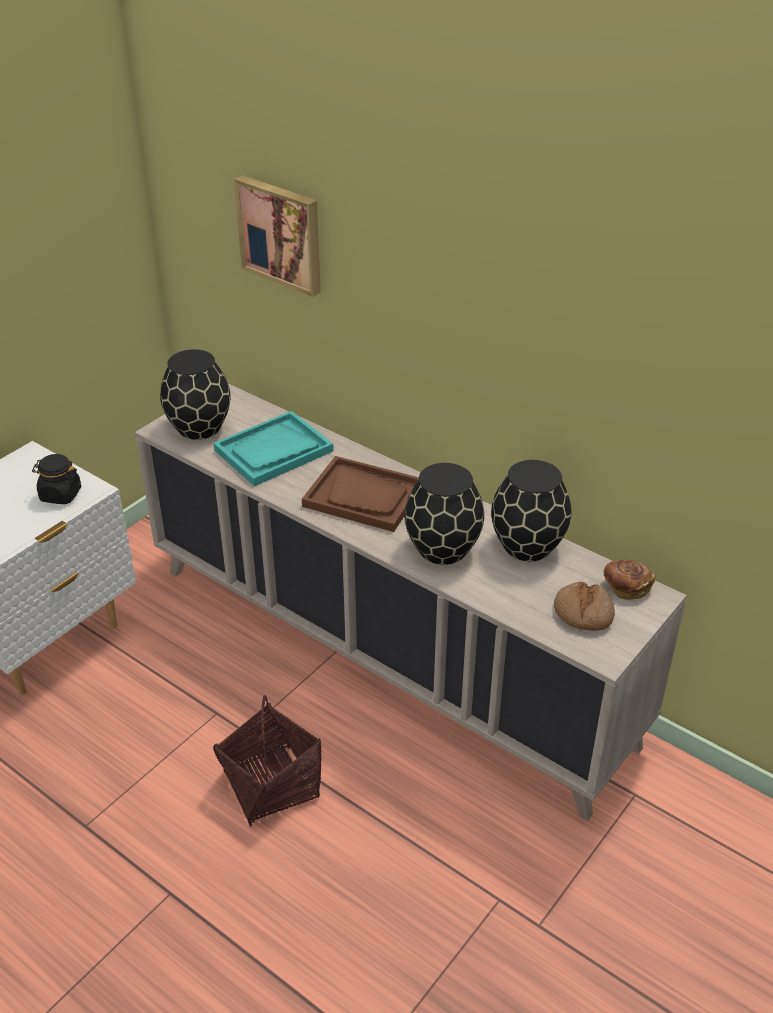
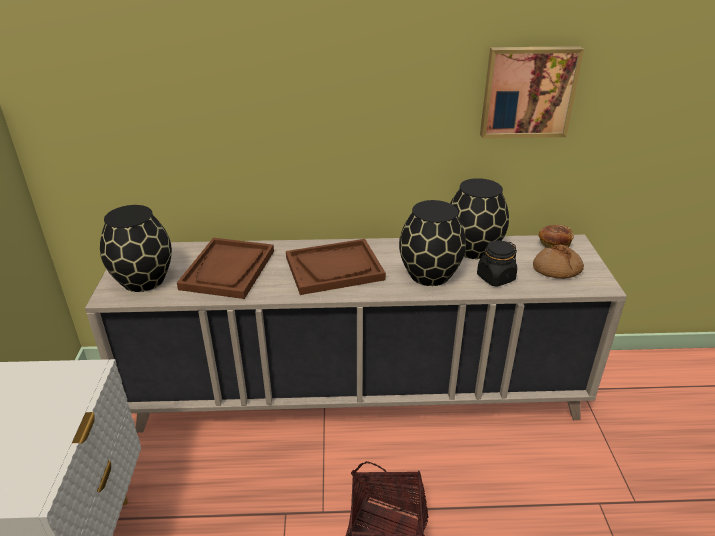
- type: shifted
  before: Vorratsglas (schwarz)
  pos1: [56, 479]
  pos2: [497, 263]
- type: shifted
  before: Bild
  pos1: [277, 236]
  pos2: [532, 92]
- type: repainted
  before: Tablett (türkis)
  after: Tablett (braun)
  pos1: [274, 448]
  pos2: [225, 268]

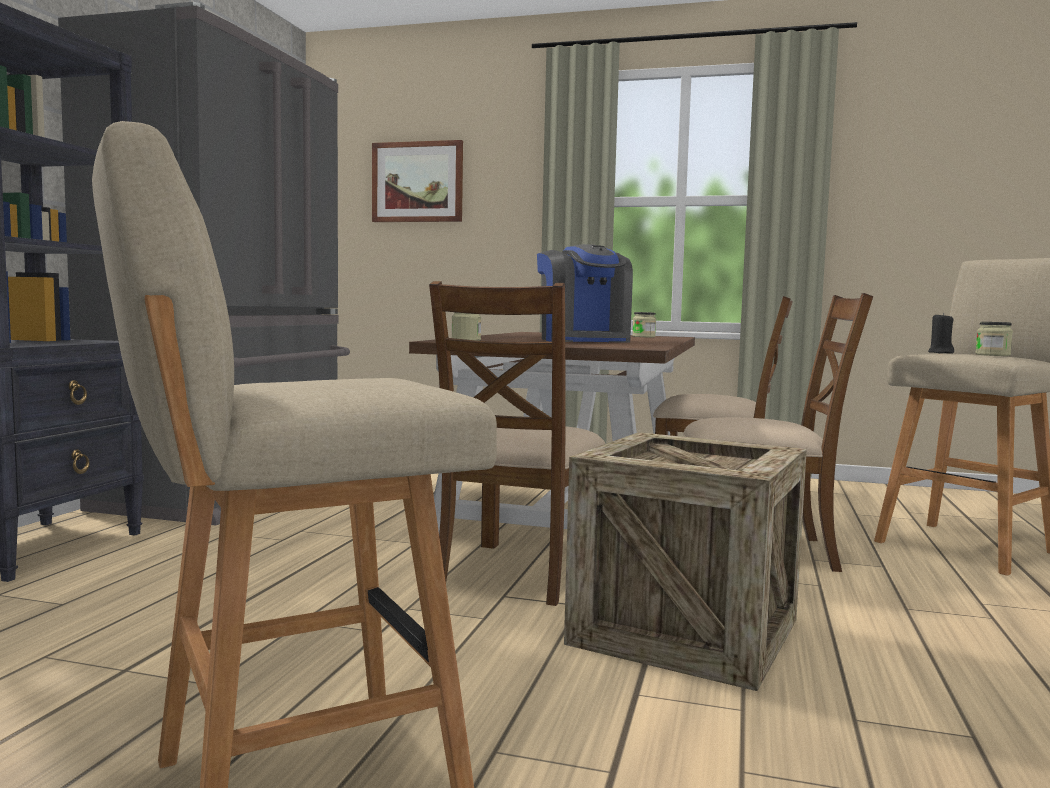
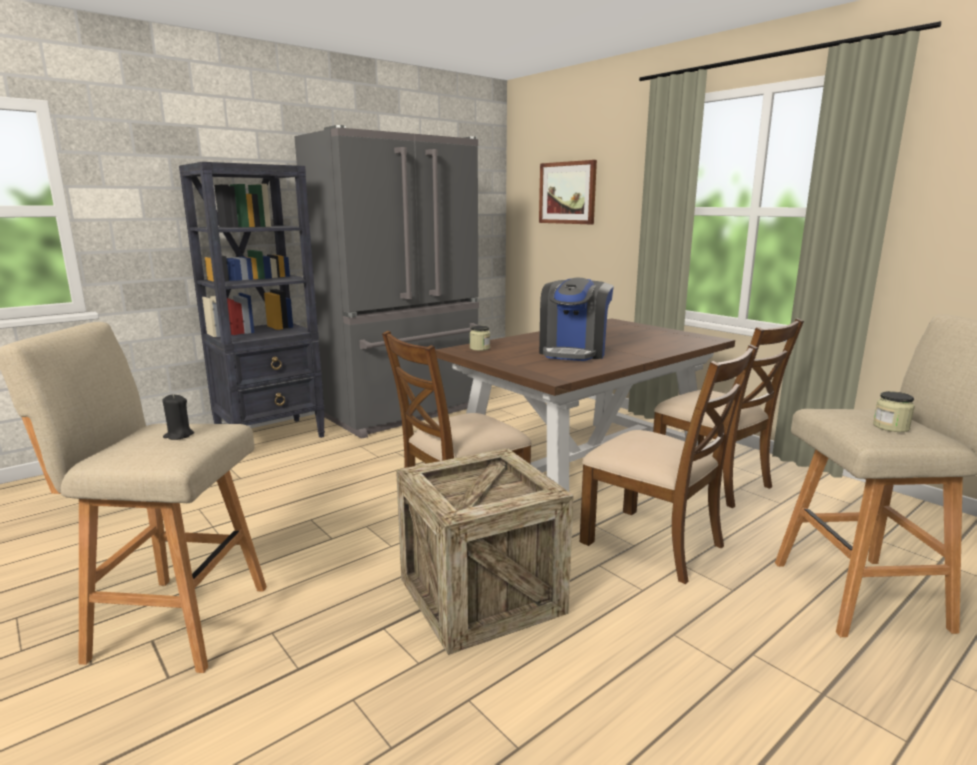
- type: gone
  before: Vorratsglas
  pos1: [644, 324]
- type: shifted
  before: Kerze (schwarz)
  pos1: [941, 333]
  pos2: [178, 417]

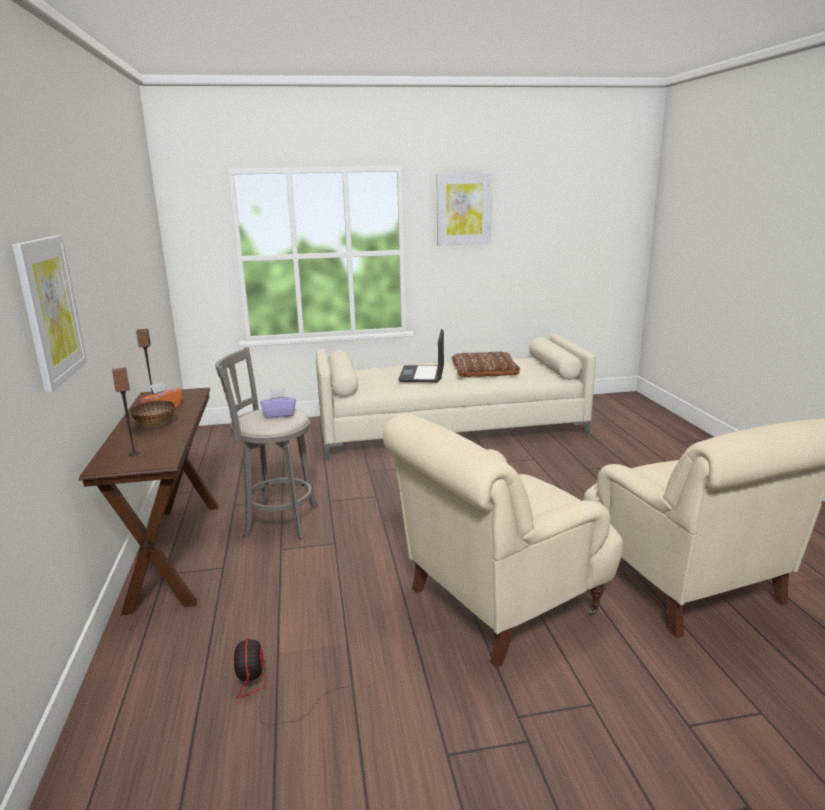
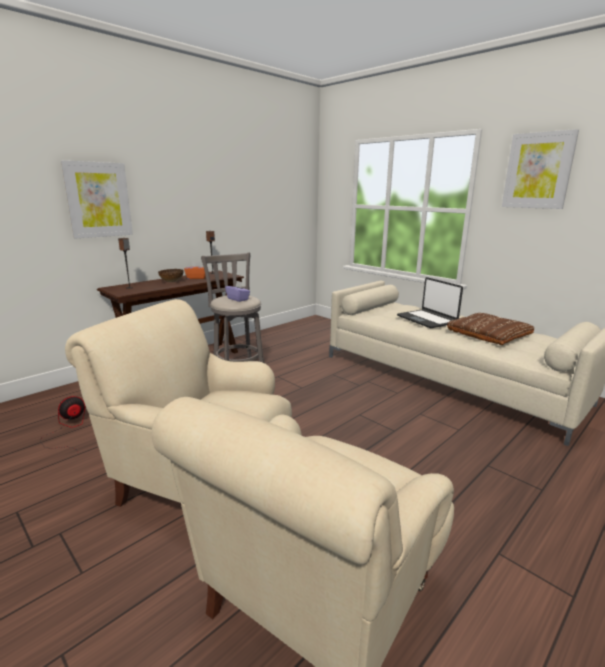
- type: rotated
  before: Laptop
  pos1: [421, 355]
  pos2: [430, 302]
  turn: -90

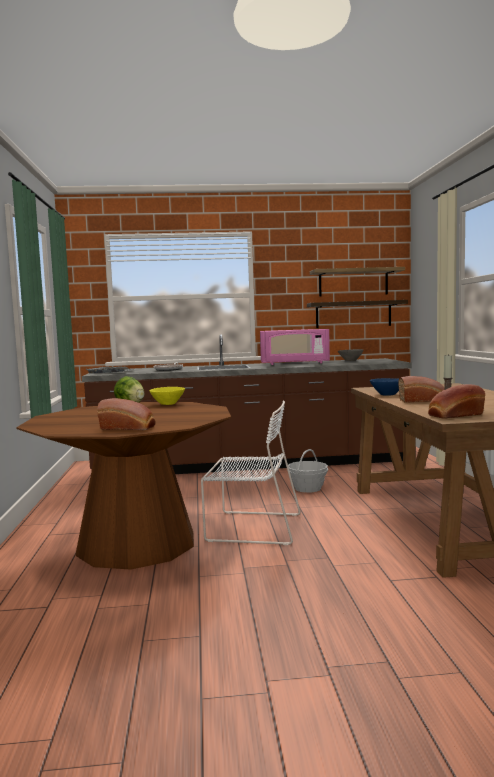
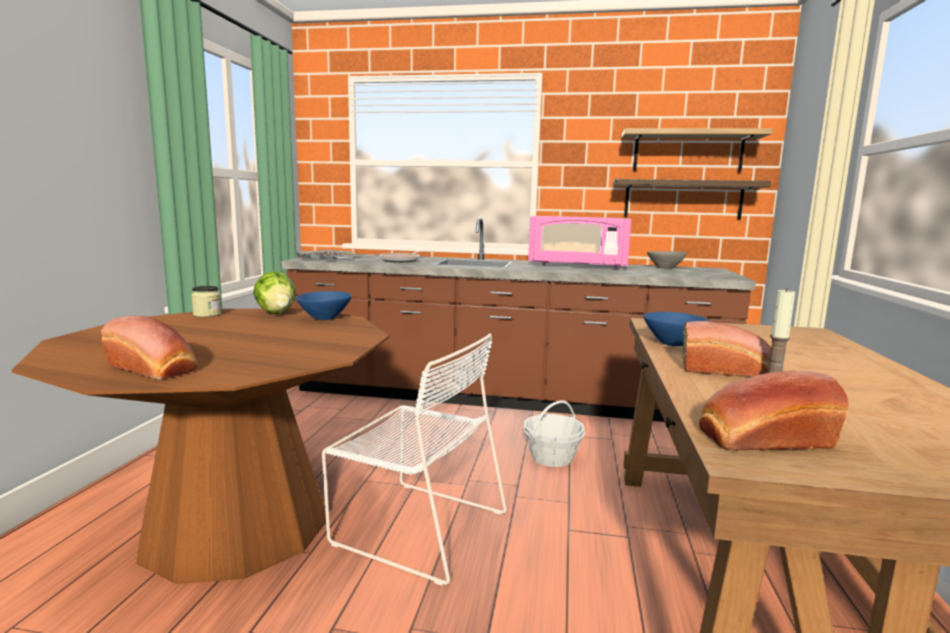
- type: new
  after: Vorratsglas
  pos2: [206, 301]
- type: repainted
  before: Schüssel (gelb)
  after: Schüssel (blau)
  pos1: [167, 396]
  pos2: [324, 305]

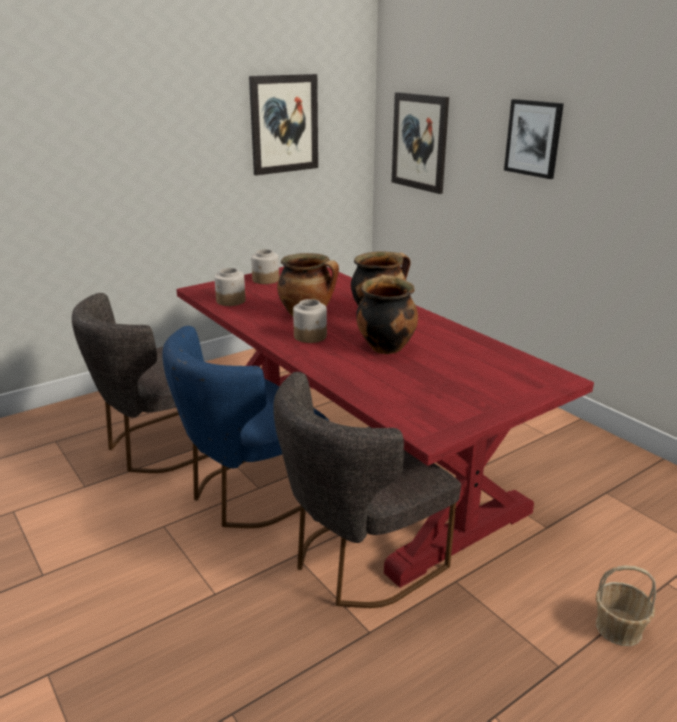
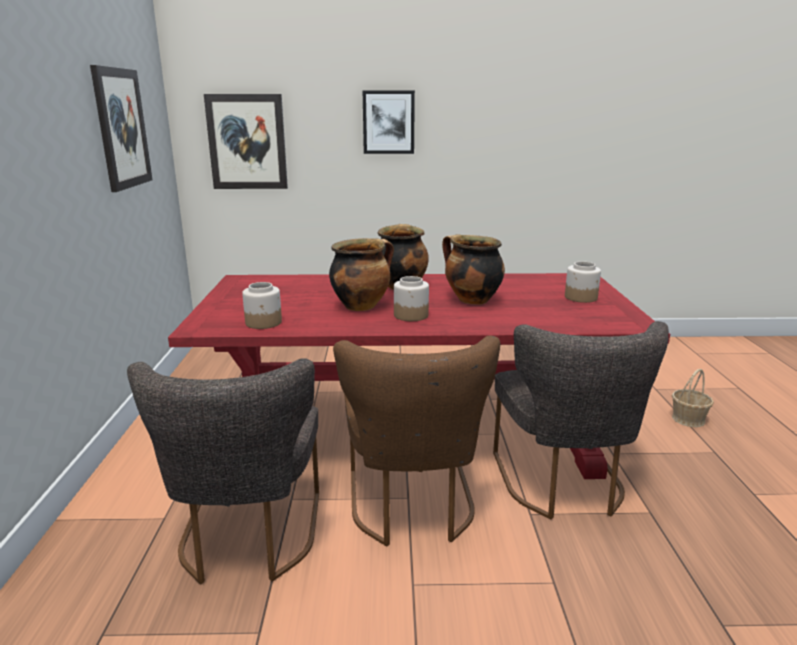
- type: shifted
  before: Vorratsglas
  pos1: [265, 266]
  pos2: [583, 282]
- type: repainted
  before: Stuhl (blau)
  after: Stuhl (braun)
  pos1: [245, 427]
  pos2: [416, 441]

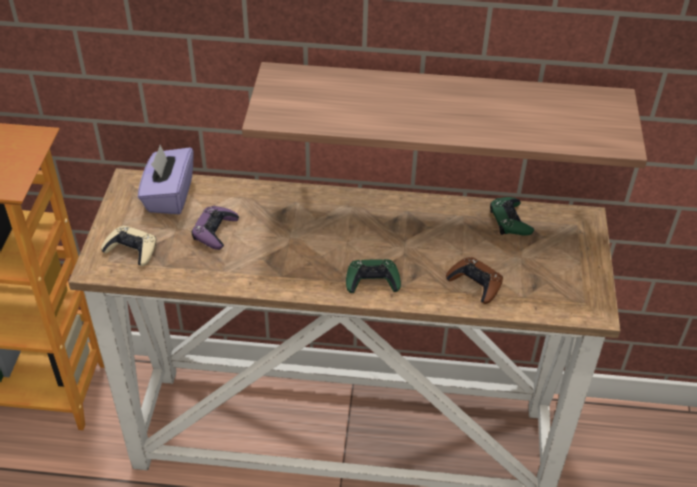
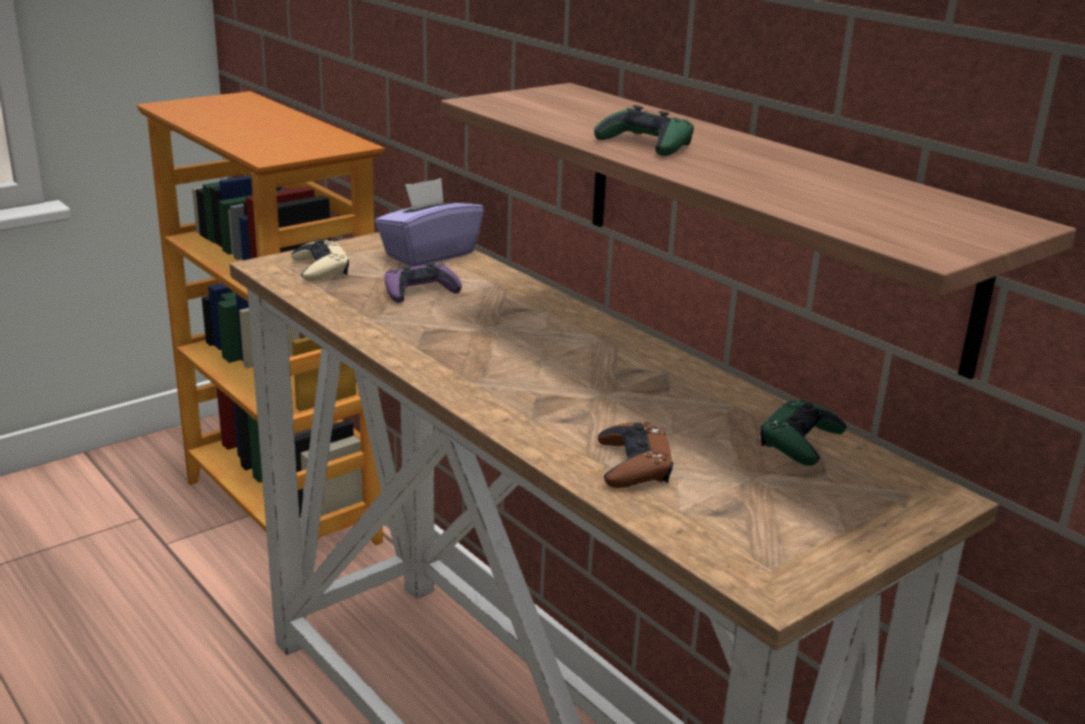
- type: shifted
  before: Gamepad (grün)
  pos1: [373, 276]
  pos2: [644, 130]

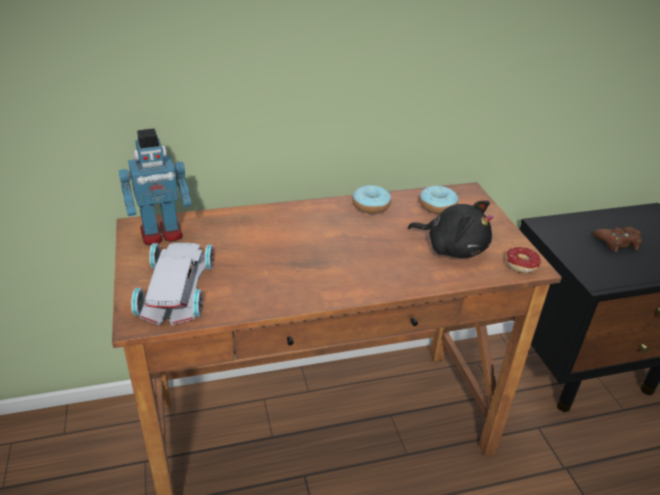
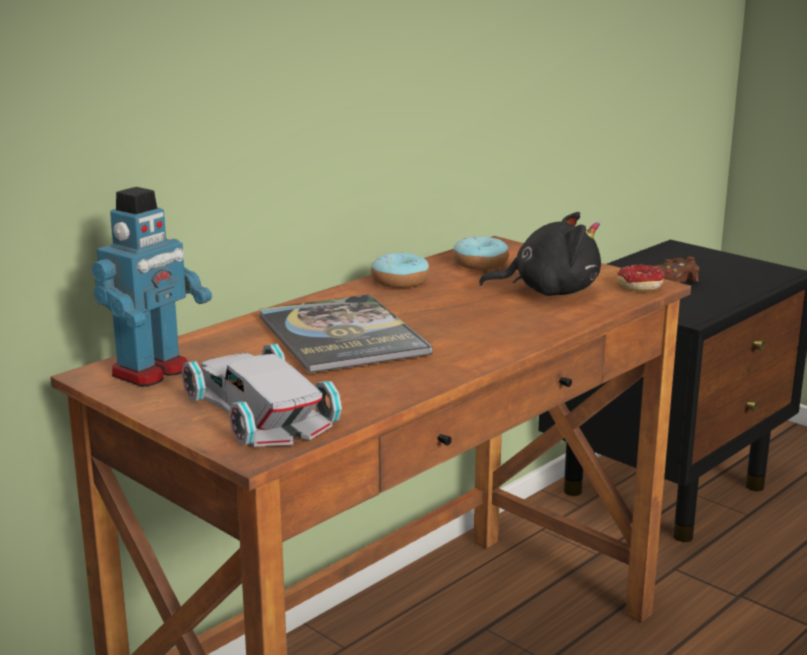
- type: new
  after: Buch
  pos2: [345, 333]

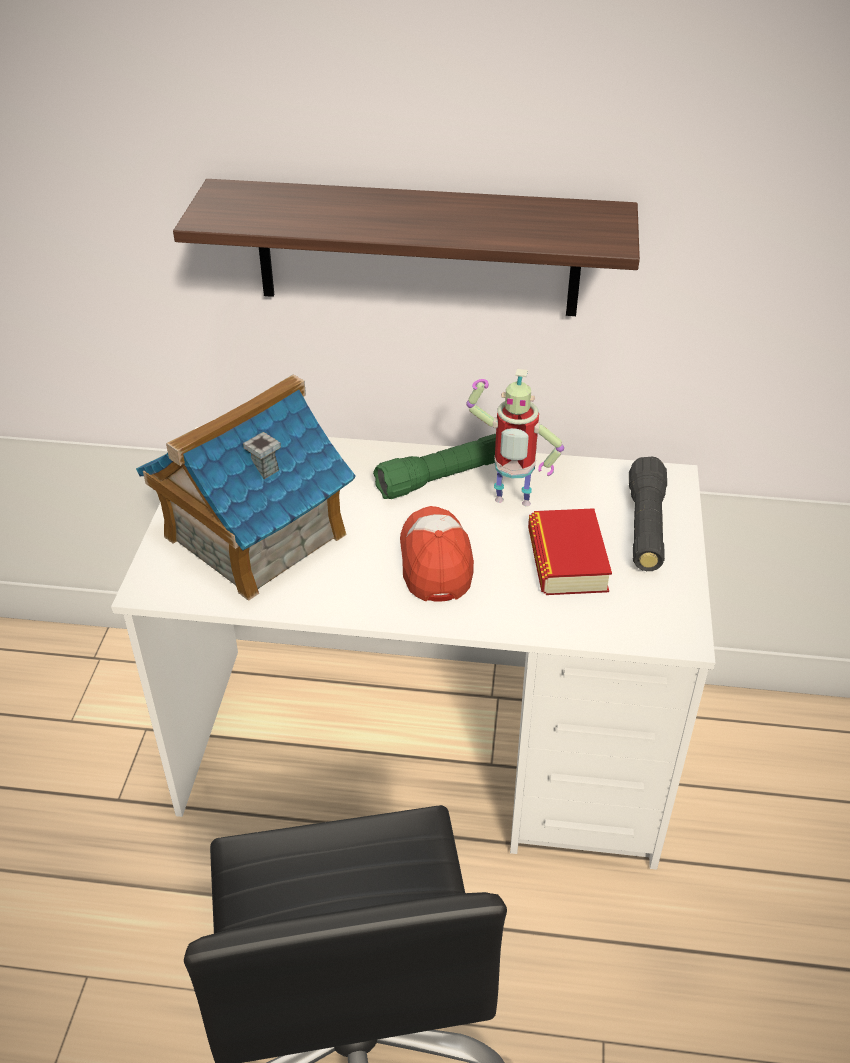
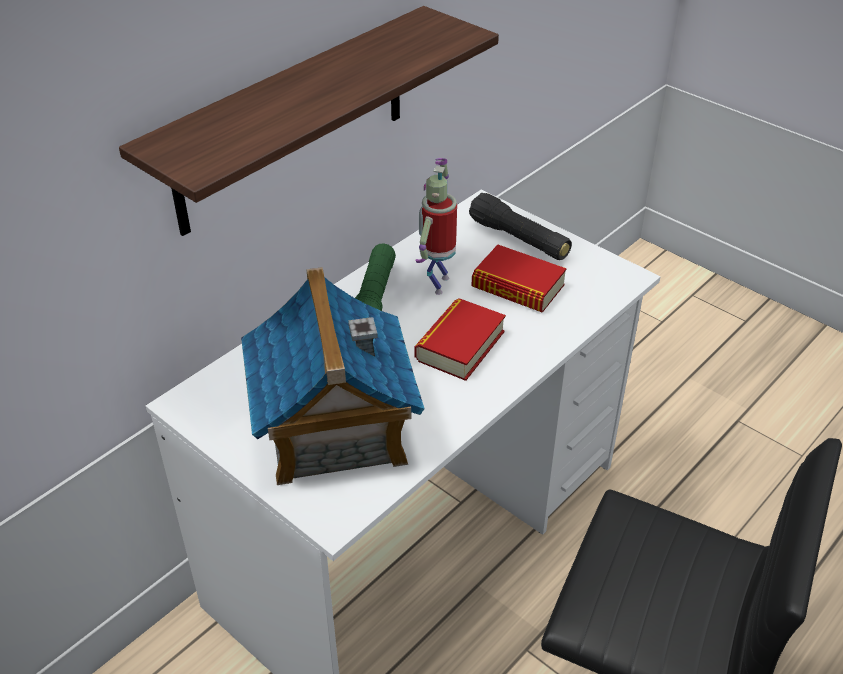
- type: swapped
  before: Kappe
  after: Buch
  pos1: [437, 554]
  pos2: [460, 339]
- type: rotated
  before: Spielzeugroboter
  pos1: [515, 437]
  pos2: [436, 226]
  turn: 150

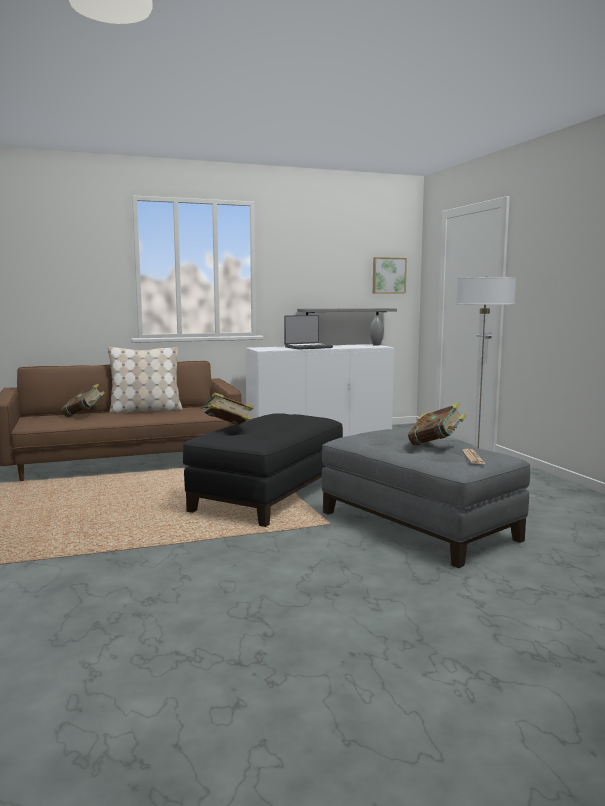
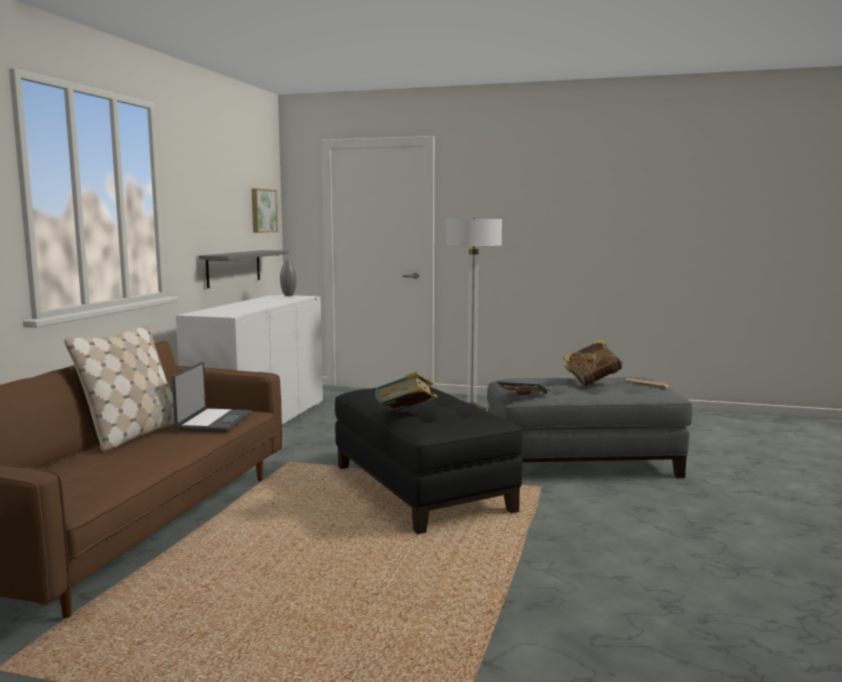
- type: gone
  before: Buch
  pos1: [83, 400]
- type: new
  after: Tablett (schwarz)
  pos2: [522, 388]
- type: shifted
  before: Laptop
  pos1: [308, 332]
  pos2: [212, 397]

